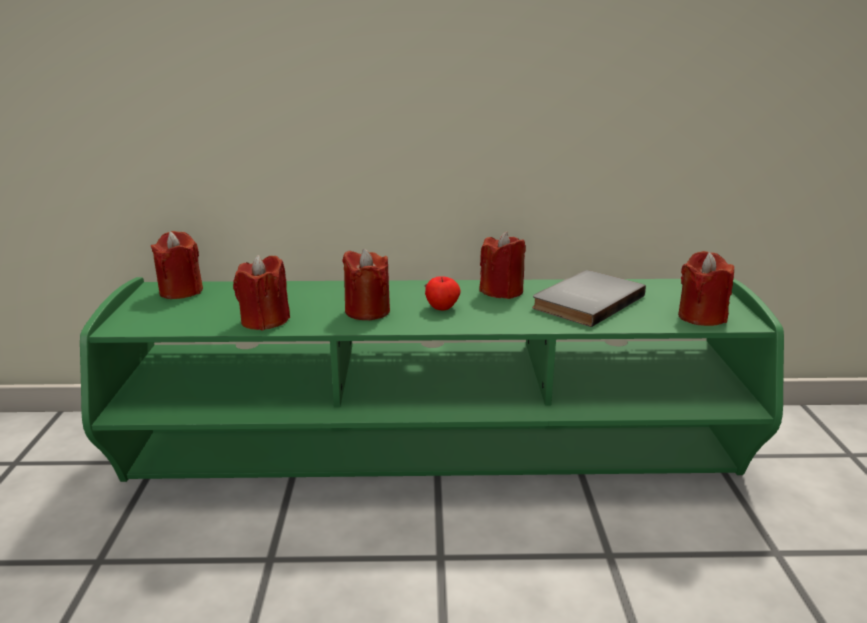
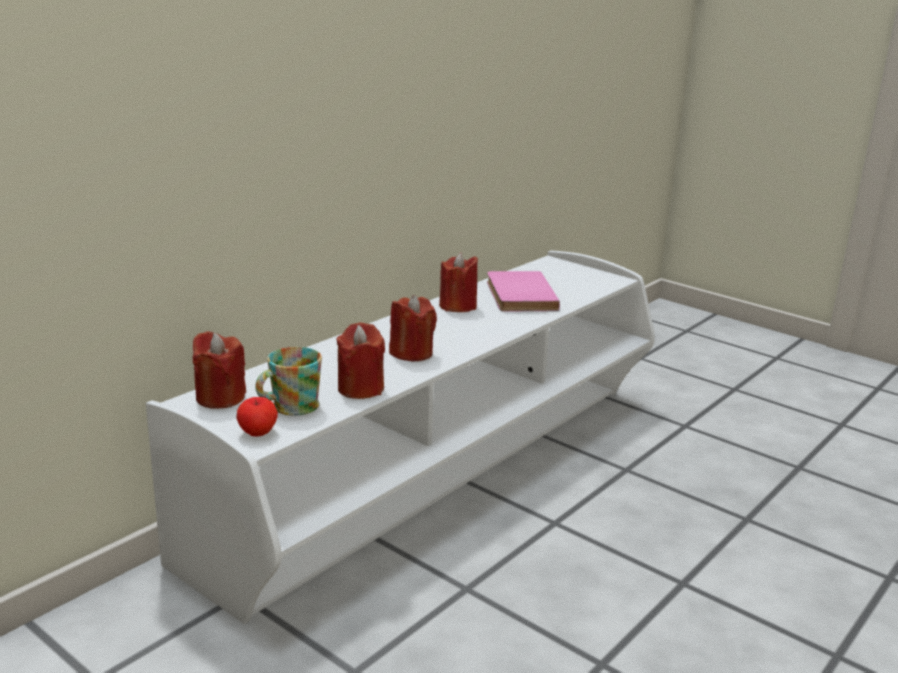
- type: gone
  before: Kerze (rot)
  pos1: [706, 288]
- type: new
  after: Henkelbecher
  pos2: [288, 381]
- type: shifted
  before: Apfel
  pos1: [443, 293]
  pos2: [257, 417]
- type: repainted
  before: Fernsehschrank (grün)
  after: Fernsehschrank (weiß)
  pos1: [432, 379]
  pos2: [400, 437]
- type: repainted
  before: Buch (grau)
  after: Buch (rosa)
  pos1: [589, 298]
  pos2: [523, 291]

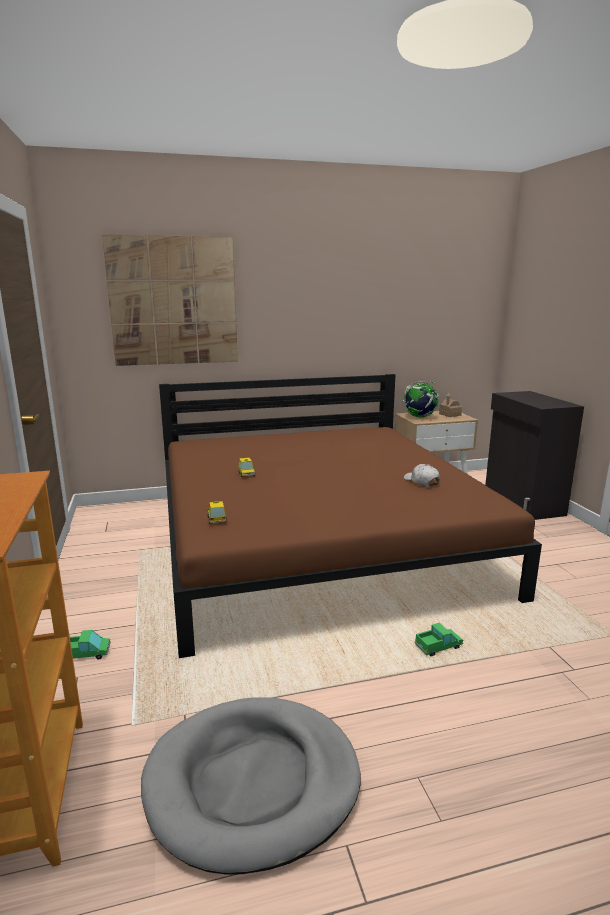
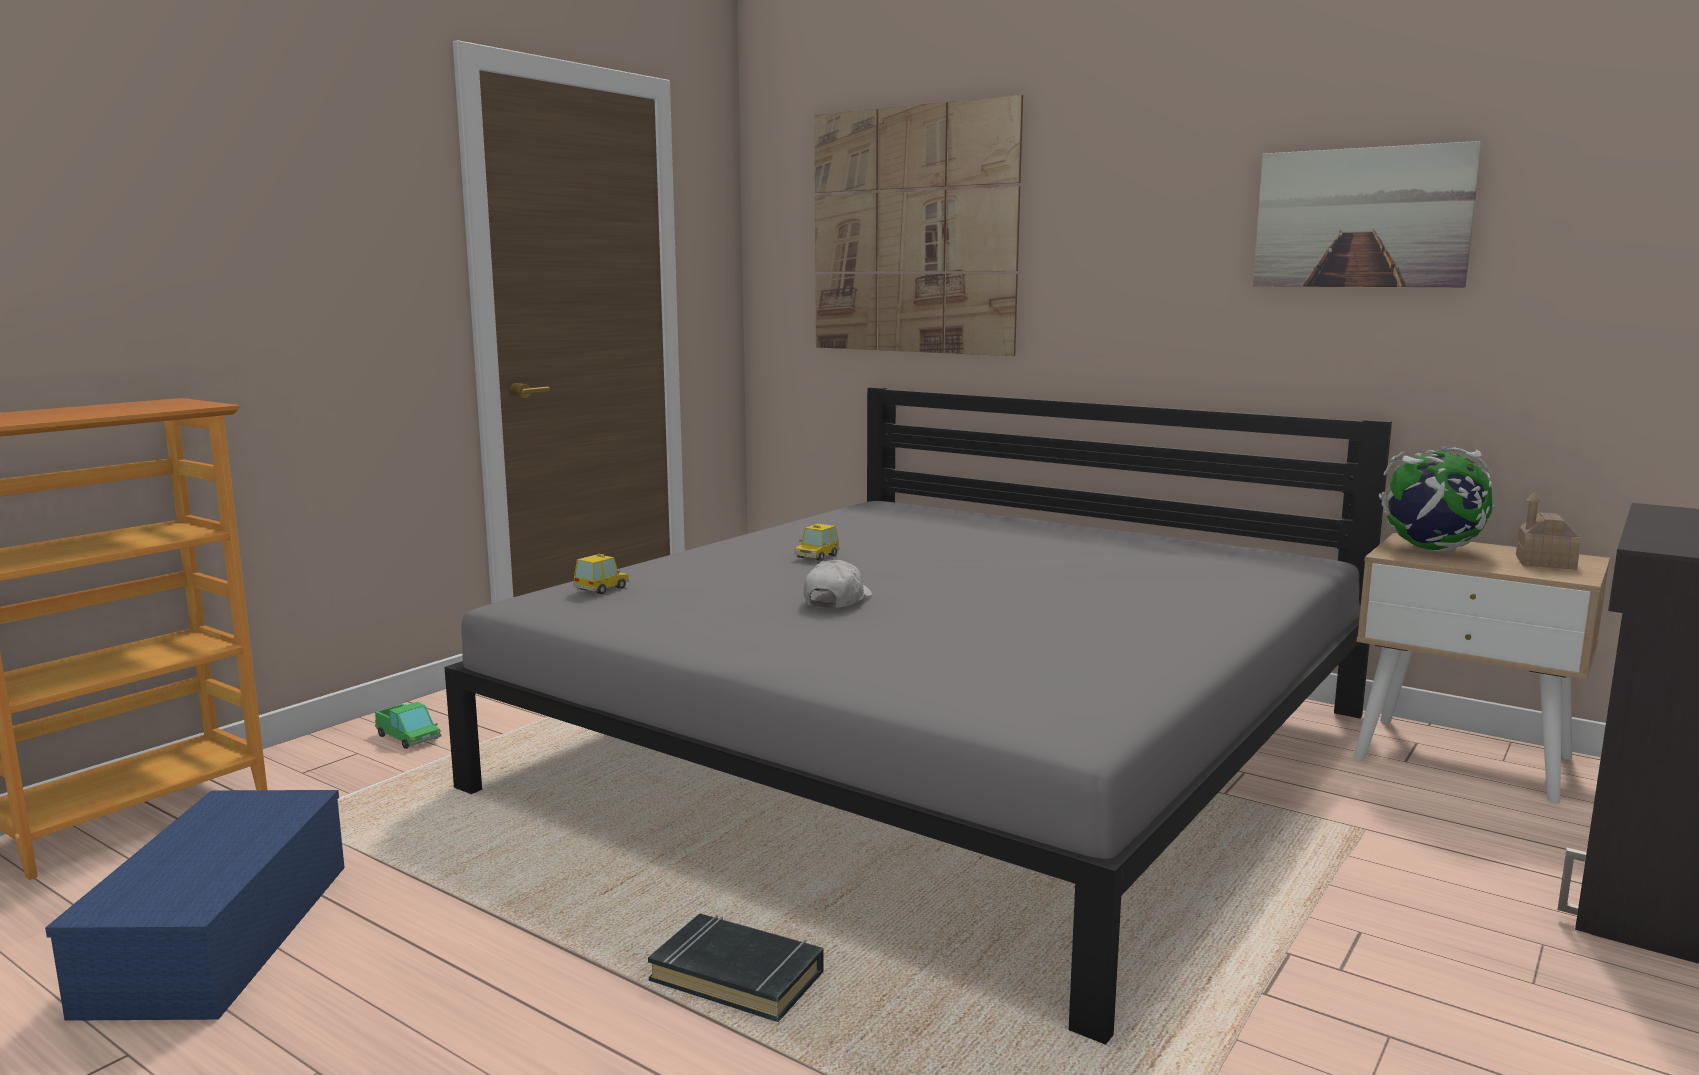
- type: new
  after: Bild
  pos2: [1367, 214]
- type: shifted
  before: Kappe (weiß)
  pos1: [422, 475]
  pos2: [837, 584]
- type: swapped
  before: Hundebett (grau)
  after: Aufbewahrungsbox (blau)
  pos1: [251, 786]
  pos2: [195, 905]
- type: swapped
  before: Spielzeuglaster
  after: Buch (schwarz)
  pos1: [439, 639]
  pos2: [736, 968]
- type: repainted
  before: Bett (braun)
  after: Bett (grau)
  pos1: [350, 516]
  pos2: [918, 716]

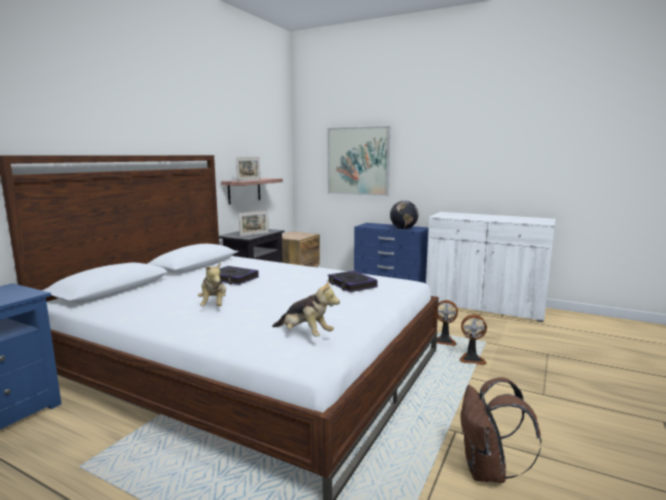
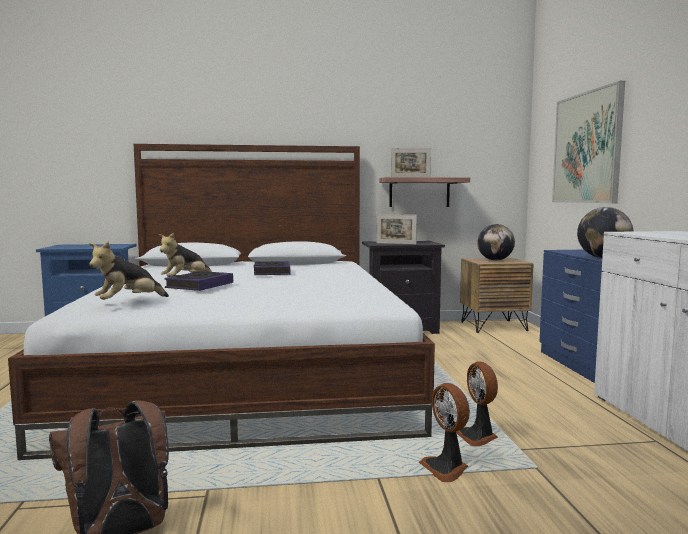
- type: new
  after: Globus
  pos2: [496, 242]
- type: shifted
  before: Buch
  pos1: [352, 281]
  pos2: [198, 281]
- type: rotated
  before: Plüschtier
  pos1: [306, 308]
  pos2: [129, 270]
  turn: 45

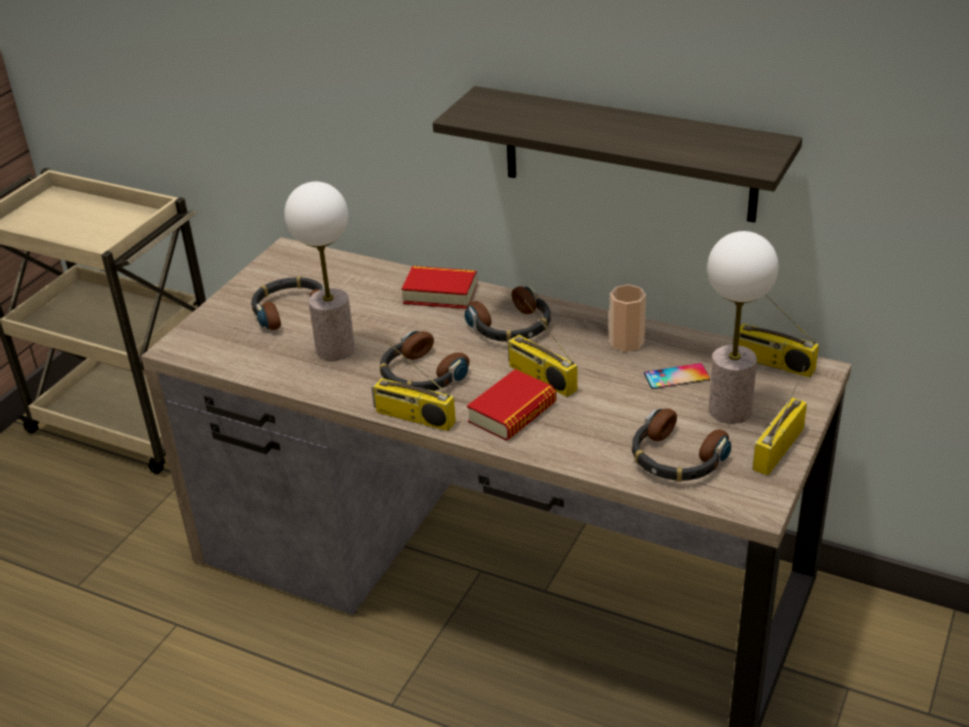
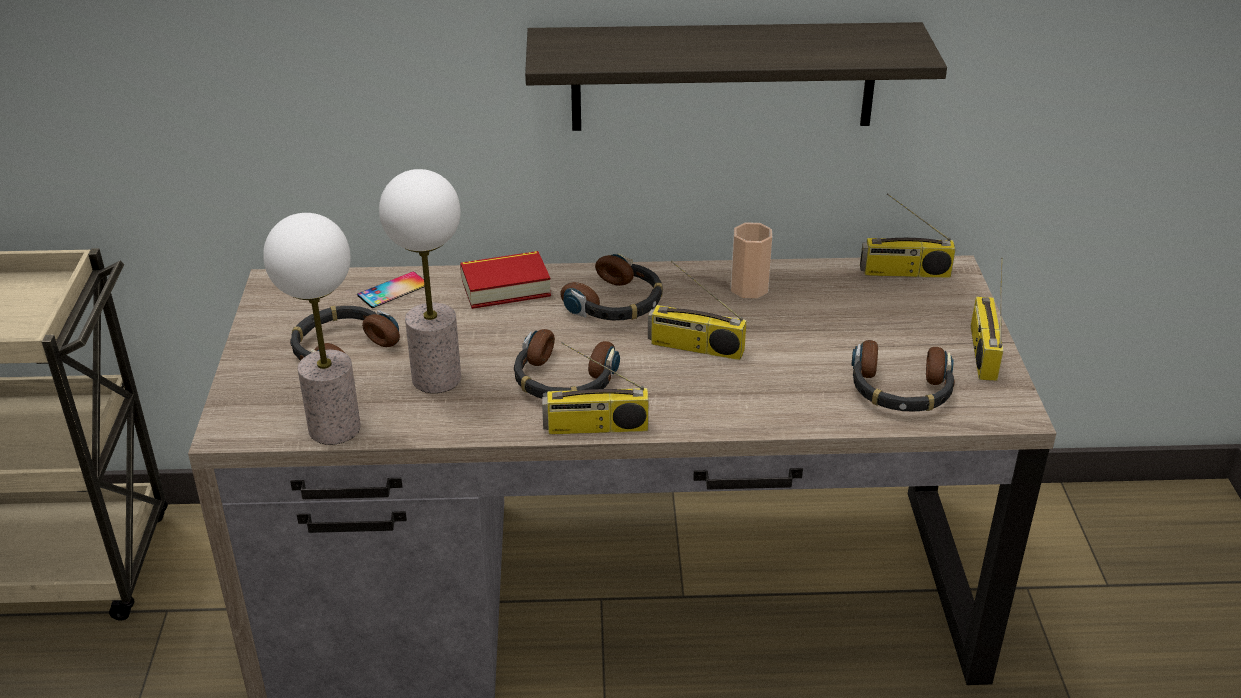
- type: gone
  before: Buch
  pos1: [511, 405]
- type: shifted
  before: Handy
  pos1: [677, 376]
  pos2: [391, 290]
- type: shifted
  before: Tischlampe
  pos1: [742, 327]
  pos2: [312, 329]

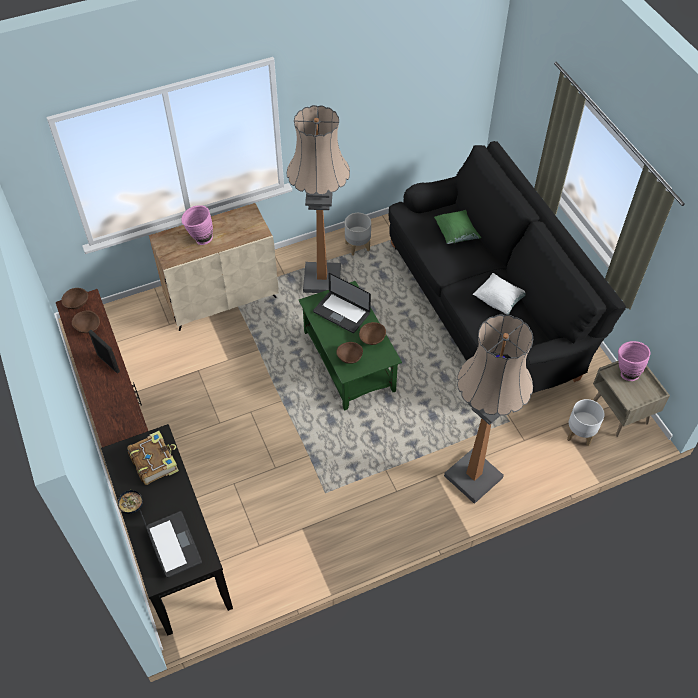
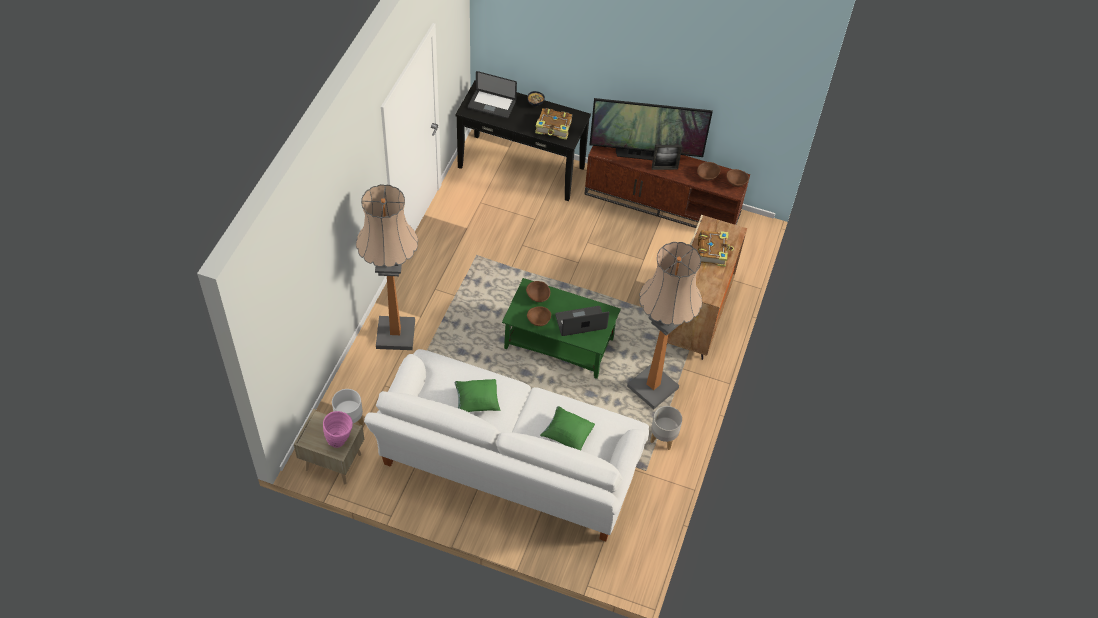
- type: new
  after: Fernseher
  pos2: [651, 129]
- type: swapped
  before: Vase (rosa)
  after: Buch
  pos1: [197, 225]
  pos2: [715, 248]
- type: repainted
  before: Sofa (schwarz)
  after: Sofa (weiß)
  pos1: [507, 267]
  pos2: [506, 445]
- type: repainted
  before: Kissen (weiß)
  after: Kissen (grün)
  pos1: [499, 293]
  pos2: [477, 395]

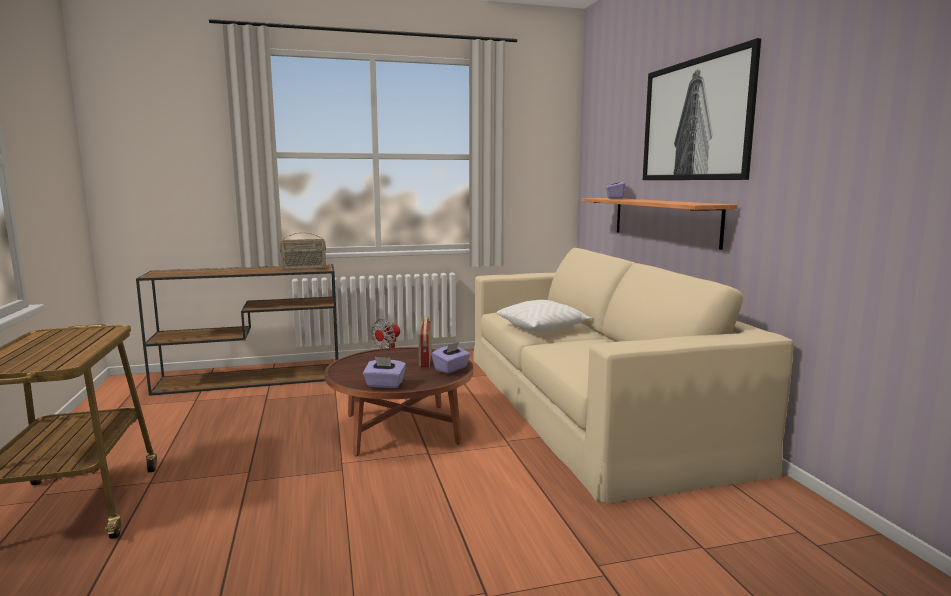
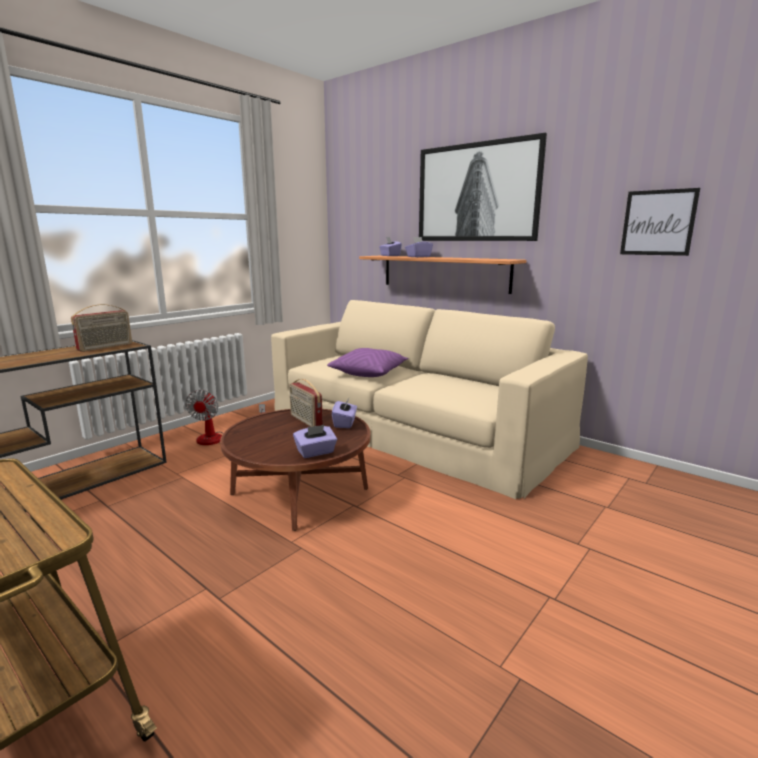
- type: new
  after: Taschentuchbox (lila)
  pos2: [419, 247]
- type: new
  after: Bild
  pos2: [660, 222]
- type: repainted
  before: Kissen (weiß)
  after: Kissen (lila)
  pos1: [544, 316]
  pos2: [368, 362]

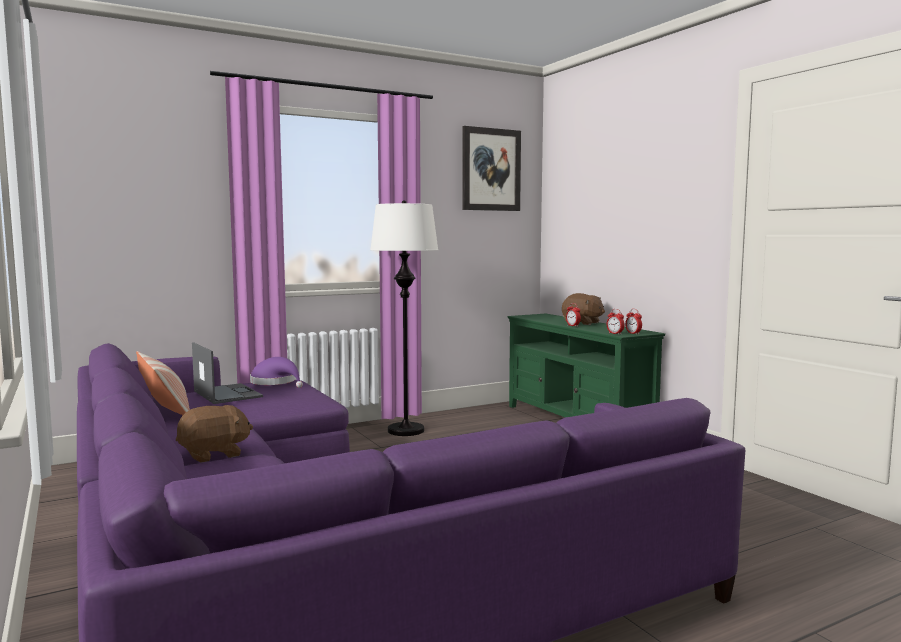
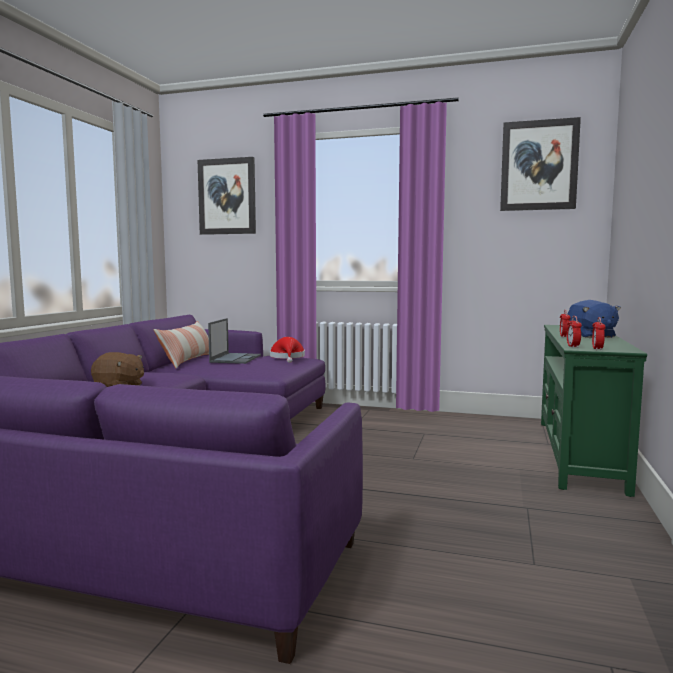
- type: gone
  before: Stehlampe (weiß)
  pos1: [404, 318]
- type: new
  after: Bild
  pos2: [227, 196]
- type: repainted
  before: Hut (lila)
  after: Hut (rot)
  pos1: [276, 372]
  pos2: [287, 350]
- type: repainted
  before: Plüschtier (braun)
  after: Plüschtier (blau)
  pos1: [583, 309]
  pos2: [594, 319]

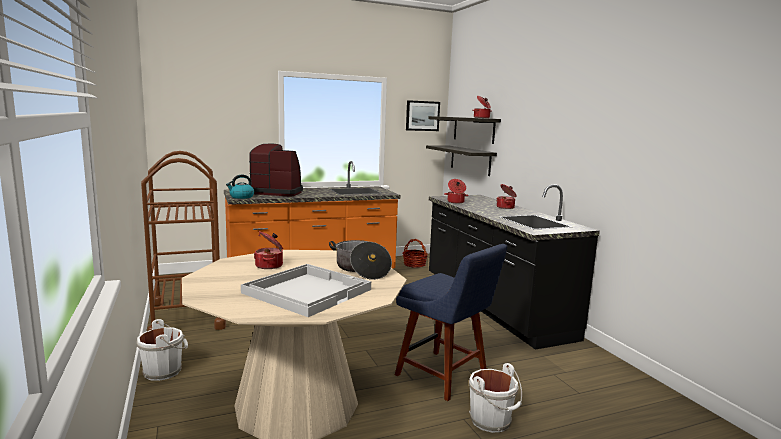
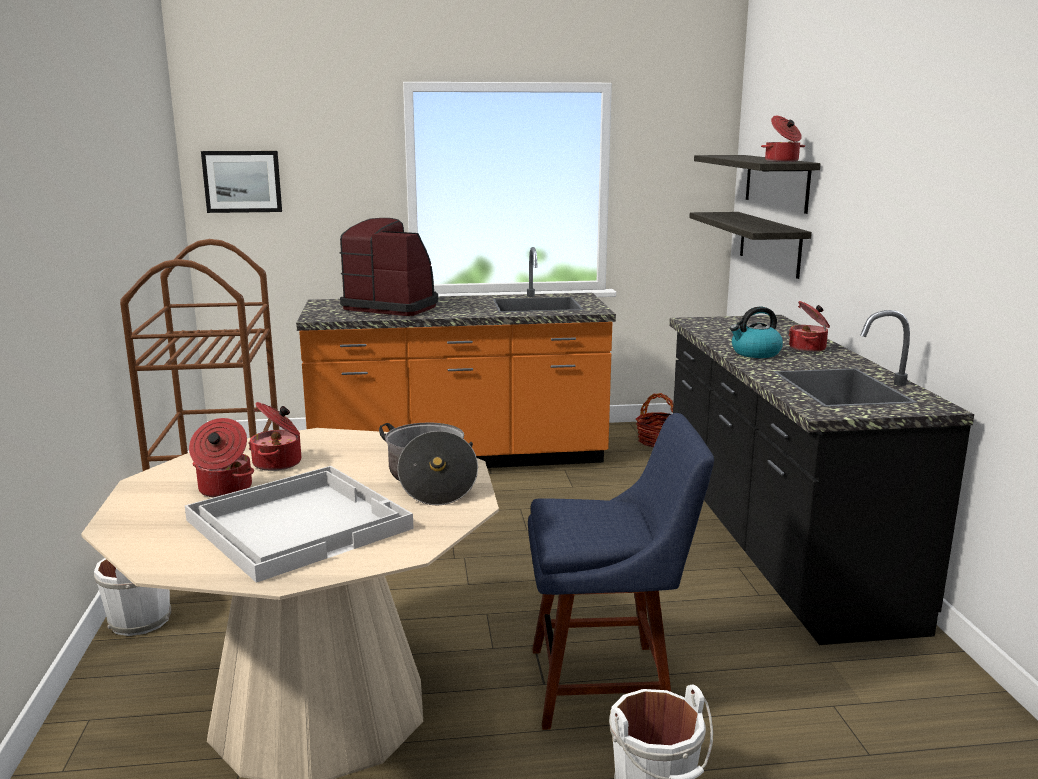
- type: shifted
  before: Wasserkessel
  pos1: [240, 187]
  pos2: [756, 332]
- type: shifted
  before: Bild
  pos1: [423, 115]
  pos2: [241, 182]
- type: shifted
  before: Kochtopf
  pos1: [456, 191]
  pos2: [221, 458]
- type: rotated
  before: Stuhl (blau)
  pos1: [451, 322]
  pos2: [621, 571]
  turn: -60

